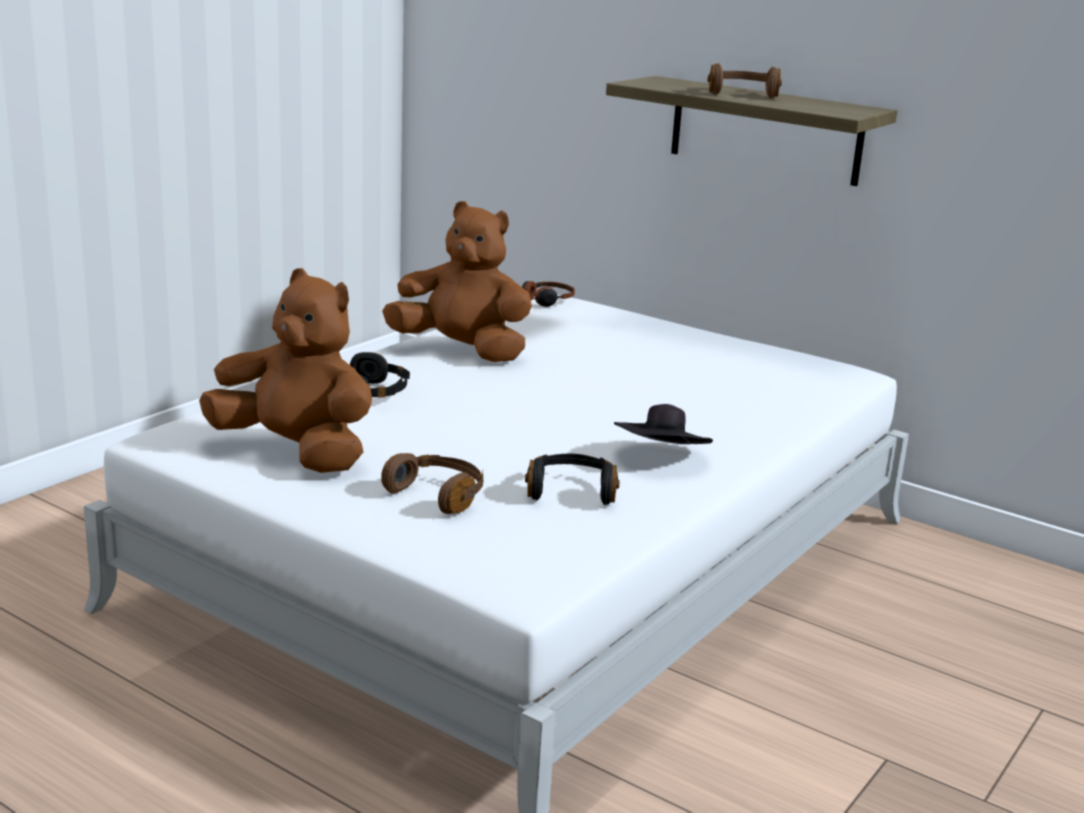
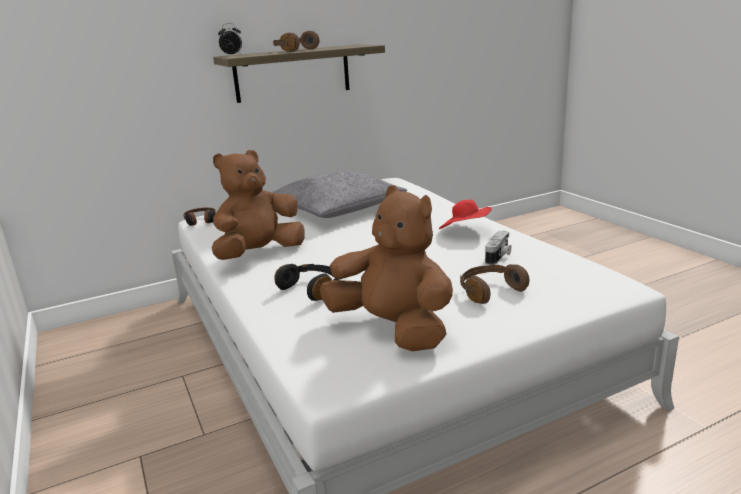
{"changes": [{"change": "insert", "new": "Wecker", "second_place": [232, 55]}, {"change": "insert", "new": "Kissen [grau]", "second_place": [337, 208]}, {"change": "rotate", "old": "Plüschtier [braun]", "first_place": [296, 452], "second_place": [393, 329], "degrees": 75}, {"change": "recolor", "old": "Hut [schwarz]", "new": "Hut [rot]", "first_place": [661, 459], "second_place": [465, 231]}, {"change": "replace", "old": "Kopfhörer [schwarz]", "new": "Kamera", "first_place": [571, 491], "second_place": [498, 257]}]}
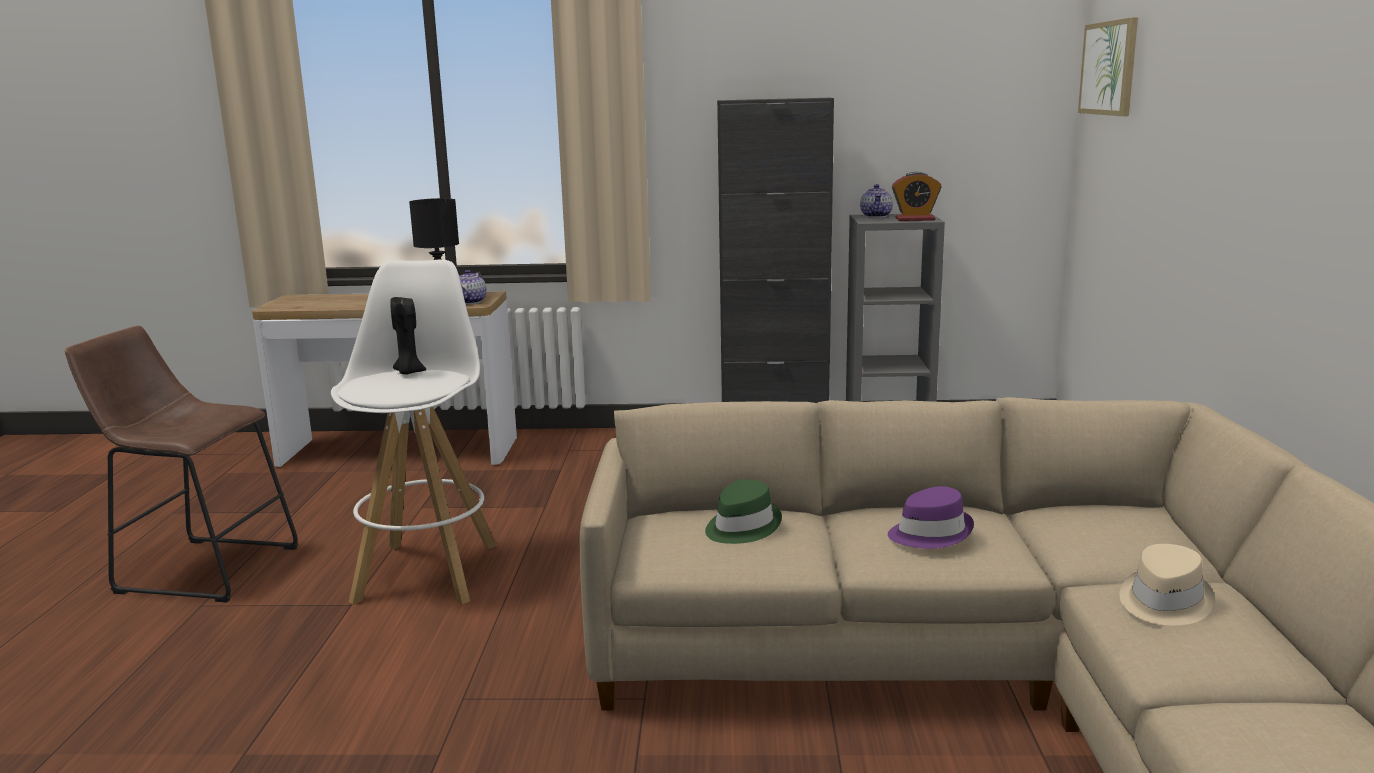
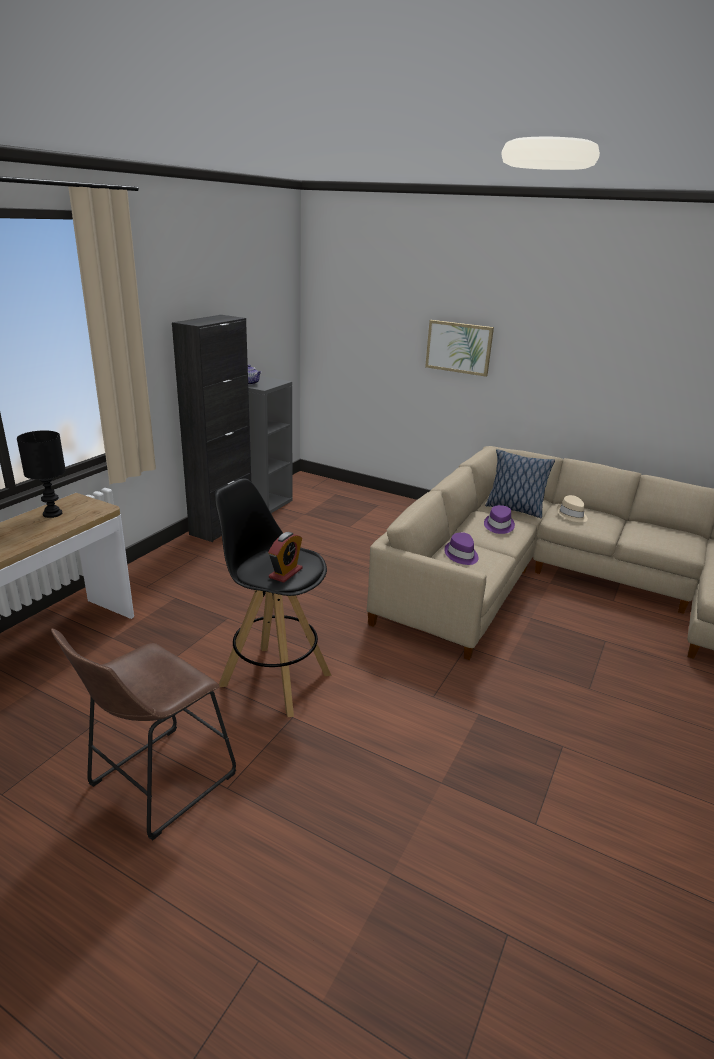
{"changes": [{"change": "recolor", "old": "Hocker [weiß]", "new": "Hocker [schwarz]", "first_place": [428, 571], "second_place": [274, 679]}, {"change": "move", "old": "Wecker", "first_place": [915, 219], "second_place": [285, 573]}, {"change": "move", "old": "Bild", "first_place": [1109, 68], "second_place": [459, 347]}, {"change": "recolor", "old": "Hut [grün]", "new": "Hut [lila]", "first_place": [741, 527], "second_place": [461, 555]}, {"change": "insert", "new": "Kissen", "second_place": [514, 509]}, {"change": "delete", "old": "Kerze [schwarz]", "first_place": [408, 372]}, {"change": "delete", "old": "Teekanne", "first_place": [471, 302]}]}
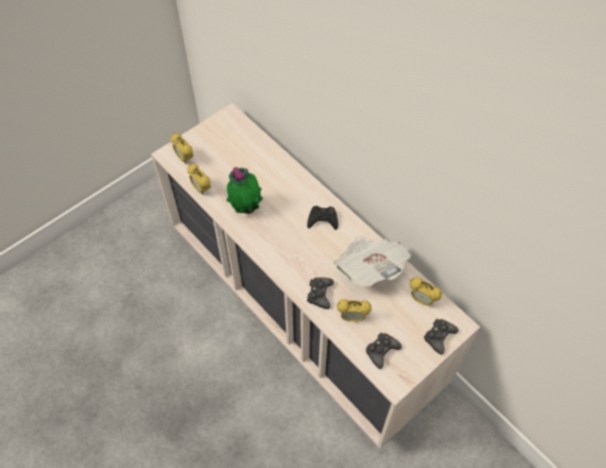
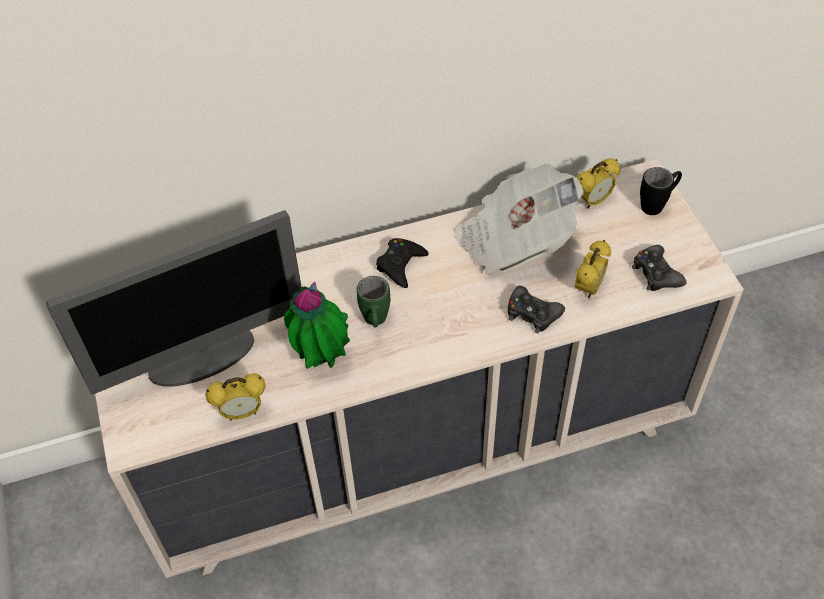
{"changes": [{"change": "insert", "new": "Monitor", "second_place": [203, 357]}, {"change": "insert", "new": "Henkelbecher [grün]", "second_place": [375, 323]}, {"change": "replace", "old": "Gamepad [schwarz]", "new": "Henkelbecher [schwarz]", "first_place": [439, 337], "second_place": [657, 204]}, {"change": "delete", "old": "Wecker", "first_place": [184, 158]}]}
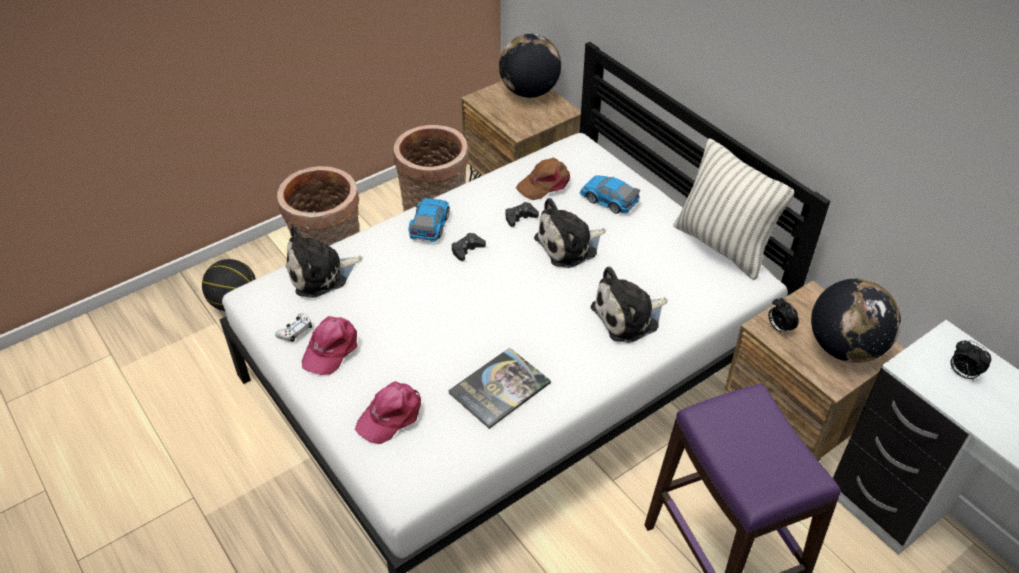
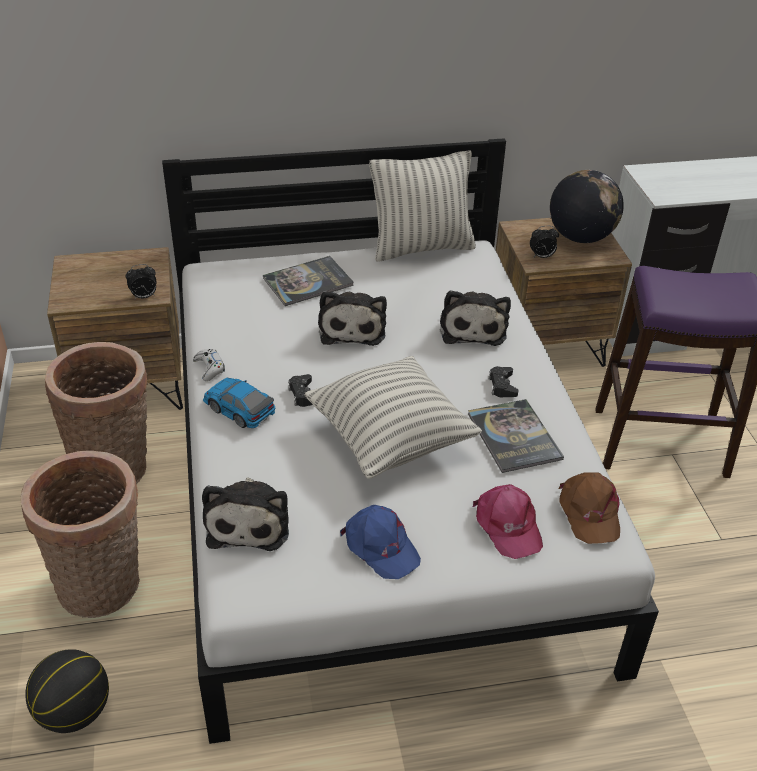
{"changes": [{"change": "move", "old": "Wecker", "first_place": [962, 373], "second_place": [144, 297]}, {"change": "move", "old": "Gamepad [weiß]", "first_place": [295, 331], "second_place": [209, 368]}, {"change": "replace", "old": "Spielzeugauto", "new": "Buch", "first_place": [608, 199], "second_place": [308, 282]}, {"change": "insert", "new": "Kissen", "second_place": [390, 440]}, {"change": "recolor", "old": "Kappe [rosa]", "new": "Kappe [blau]", "first_place": [331, 348], "second_place": [380, 546]}, {"change": "move", "old": "Gamepad [schwarz]", "first_place": [520, 217], "second_place": [502, 386]}, {"change": "move", "old": "Kappe [braun]", "first_place": [545, 184], "second_place": [589, 512]}, {"change": "delete", "old": "Globus", "first_place": [529, 92]}]}
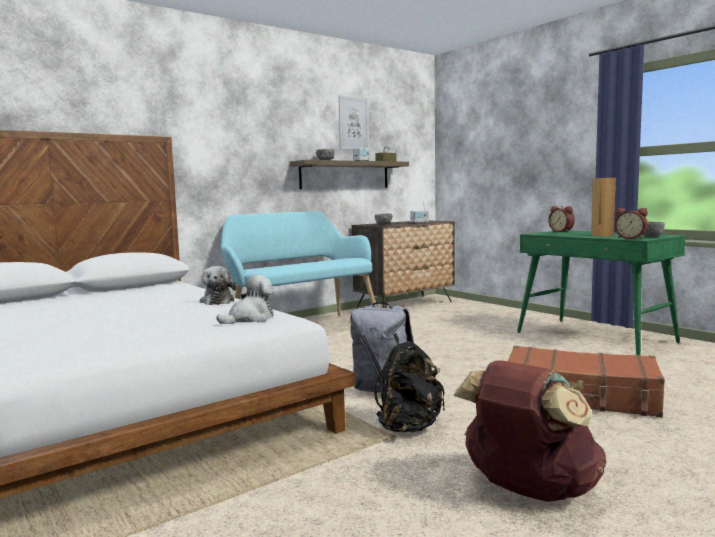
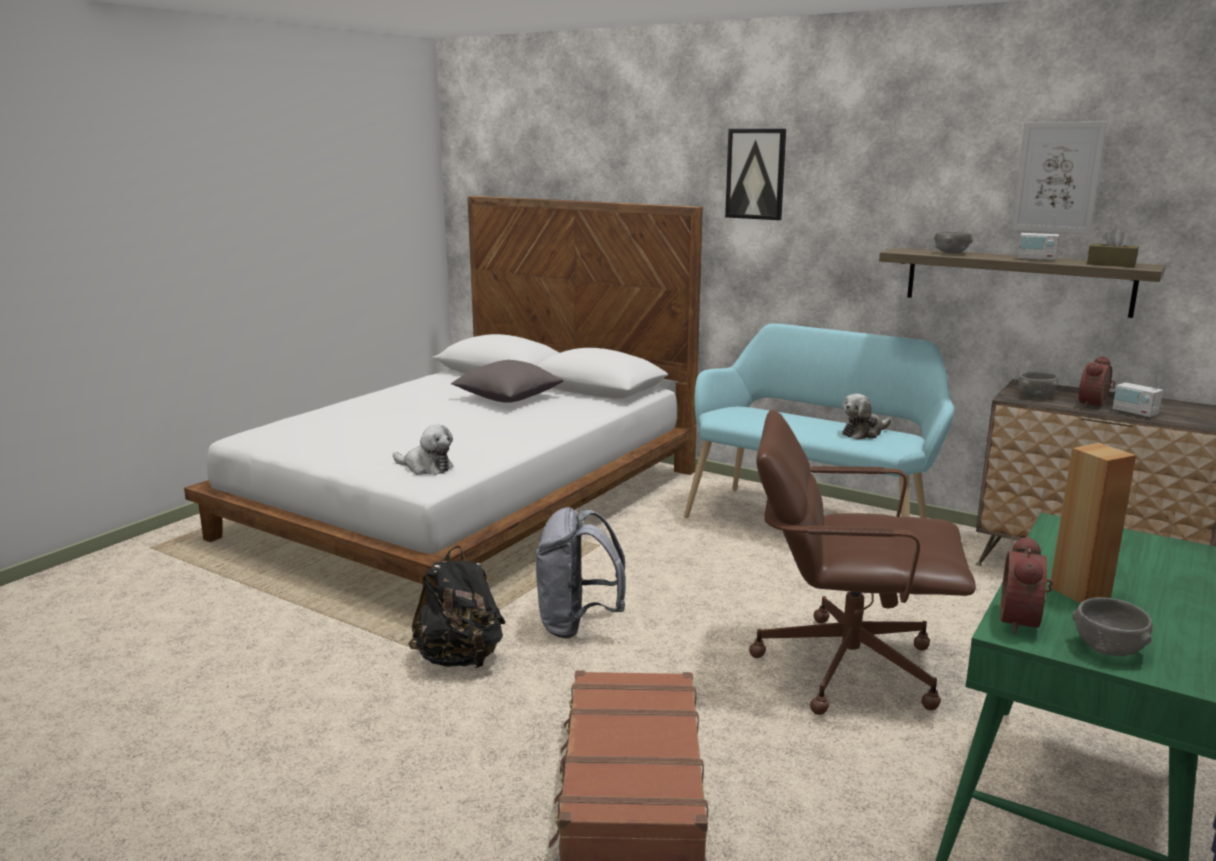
{"changes": [{"change": "insert", "new": "Kissen [grau]", "second_place": [508, 398]}, {"change": "insert", "new": "Bild", "second_place": [756, 174]}, {"change": "insert", "new": "Bürostuhl [braun]", "second_place": [845, 666]}, {"change": "move", "old": "Plüschtier", "first_place": [217, 301], "second_place": [863, 433]}, {"change": "move", "old": "Wecker", "first_place": [562, 231], "second_place": [1095, 405]}, {"change": "delete", "old": "Rucksack [braun]", "first_place": [528, 490]}]}
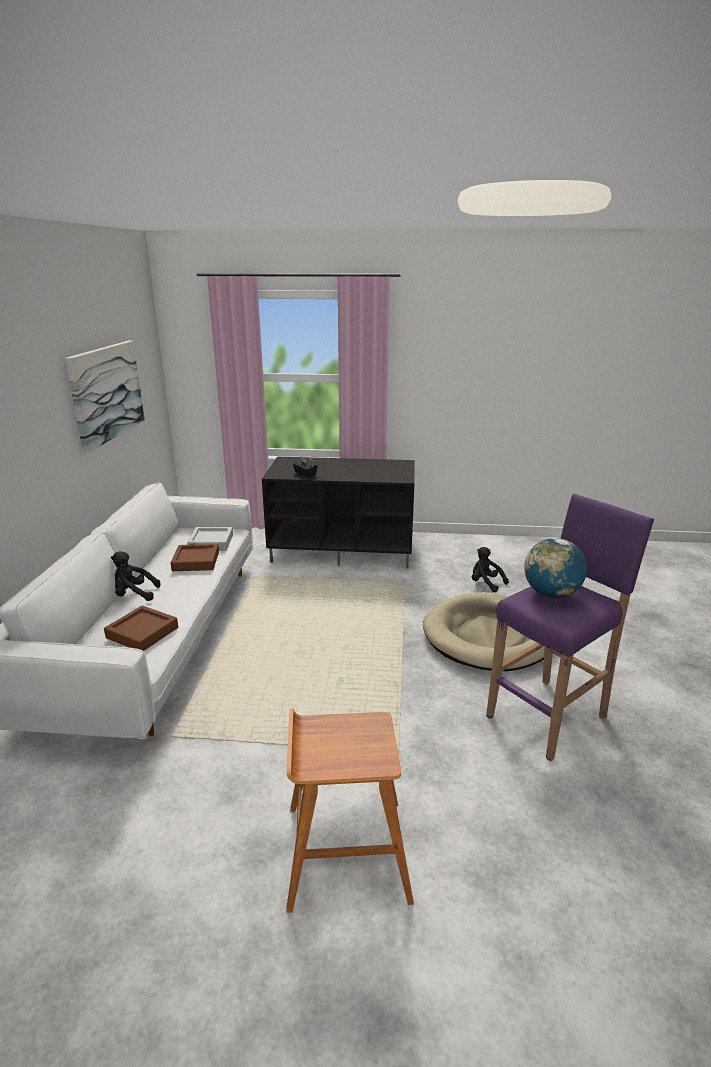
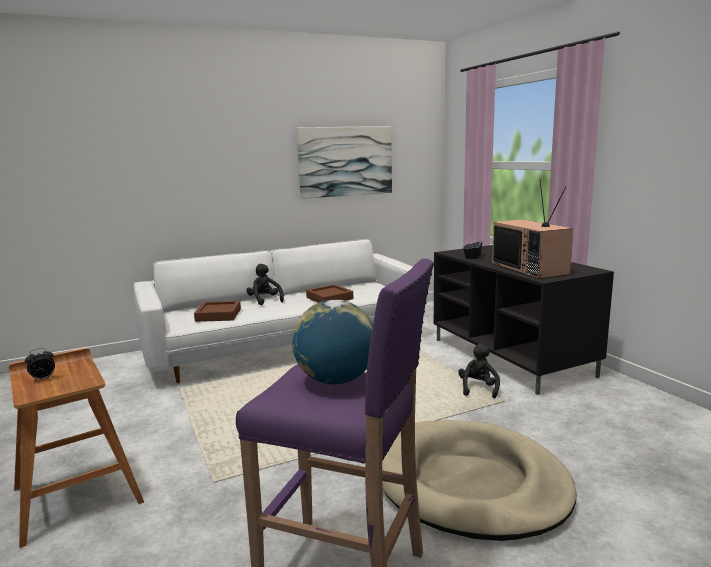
{"changes": [{"change": "insert", "new": "Wecker", "second_place": [43, 379]}, {"change": "move", "old": "Plüschtier [schwarz]", "first_place": [485, 583], "second_place": [478, 389]}, {"change": "insert", "new": "Fernseher", "second_place": [531, 269]}, {"change": "delete", "old": "Tablett [grau]", "first_place": [211, 542]}]}
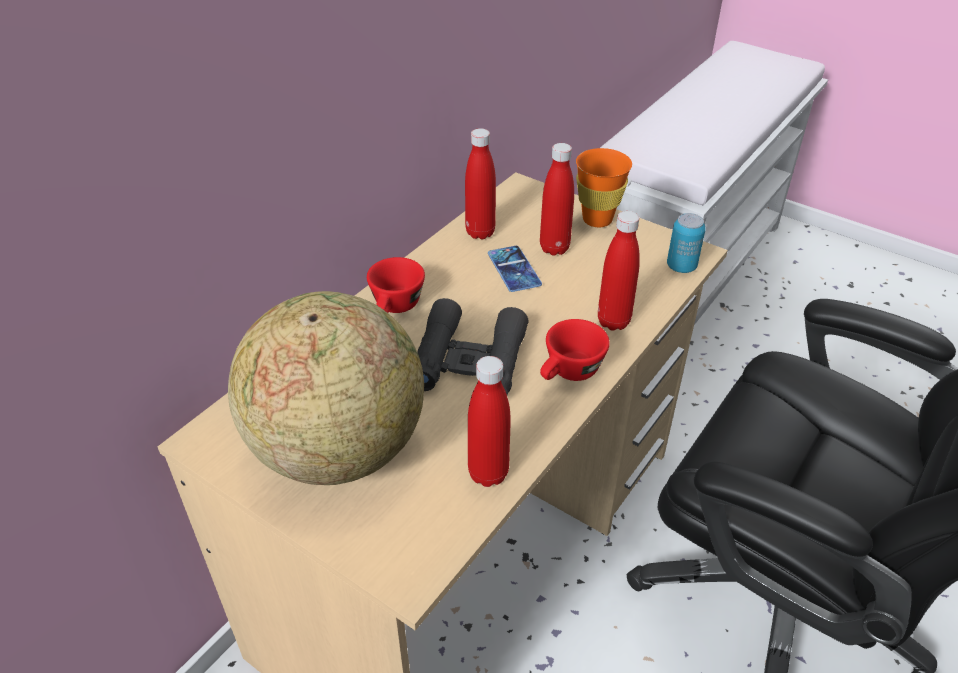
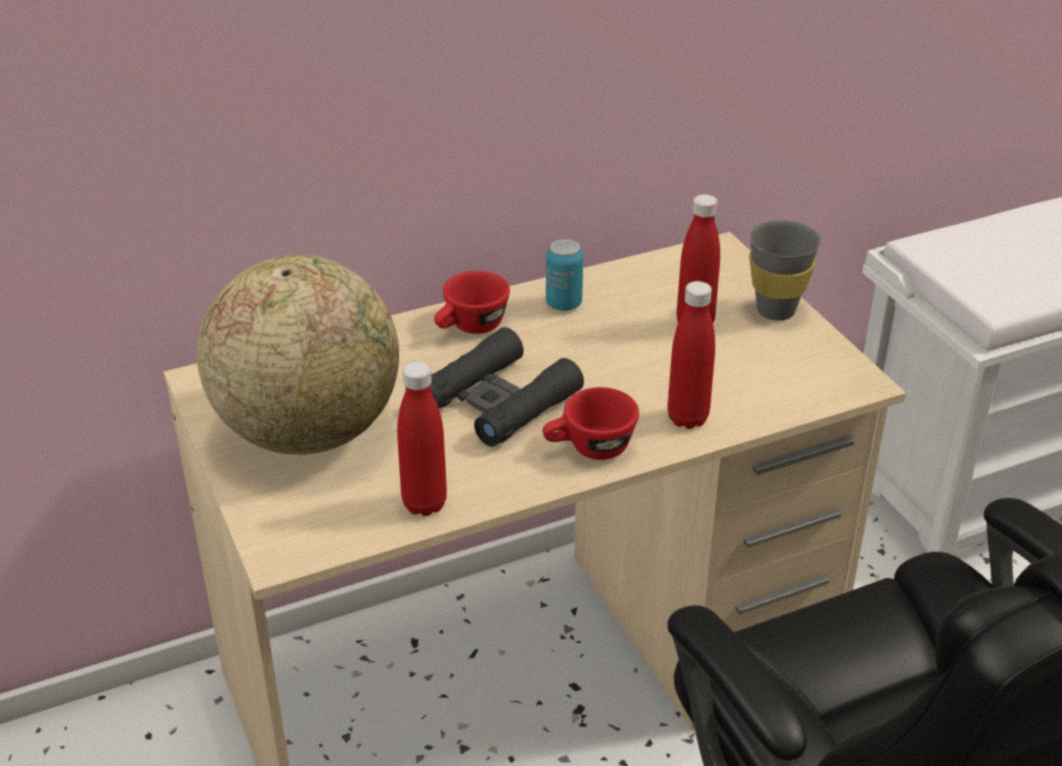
{"changes": [{"change": "move", "old": "Dose", "first_place": [681, 266], "second_place": [563, 304]}, {"change": "recolor", "old": "Tasse [orange]", "new": "Tasse [grau]", "first_place": [597, 219], "second_place": [775, 310]}, {"change": "delete", "old": "Flasche [rot]", "first_place": [480, 232]}, {"change": "delete", "old": "Handy", "first_place": [514, 269]}]}
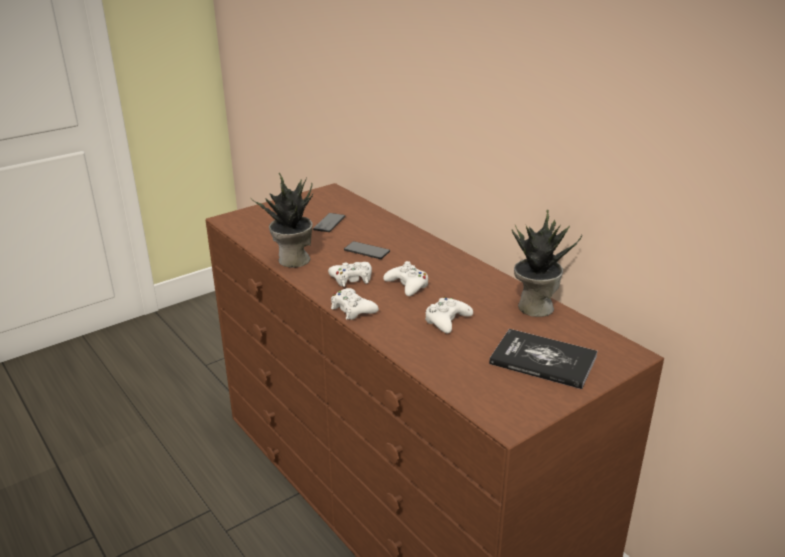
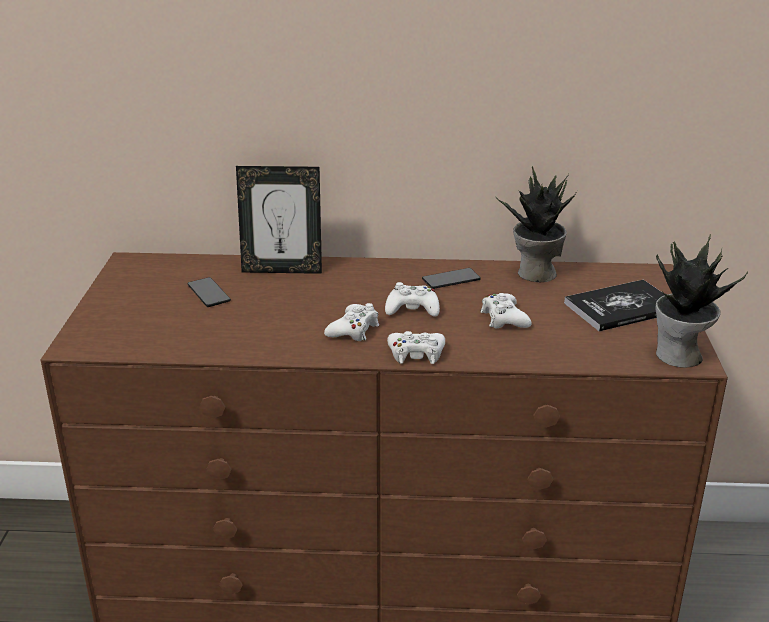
{"changes": [{"change": "insert", "new": "Bilderrahmen", "second_place": [282, 270]}, {"change": "move", "old": "Handy", "first_place": [366, 251], "second_place": [451, 279]}, {"change": "move", "old": "Topfpflanze", "first_place": [293, 260], "second_place": [679, 356]}]}
